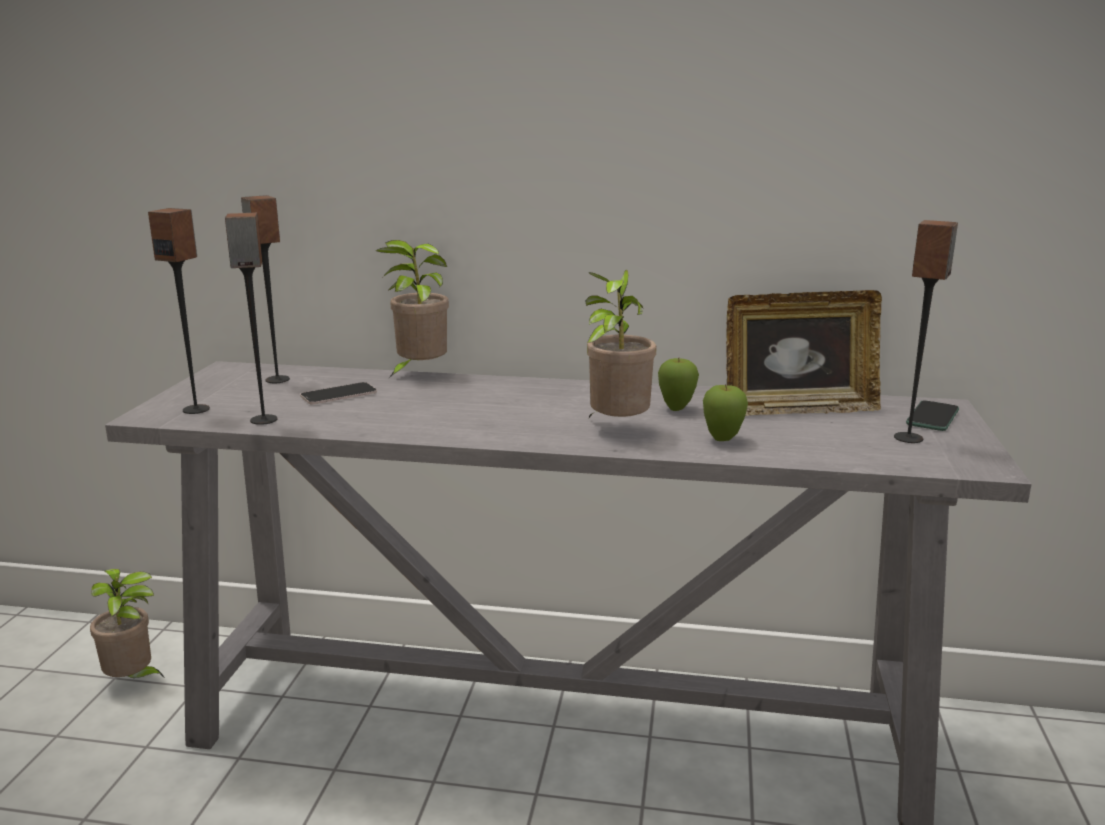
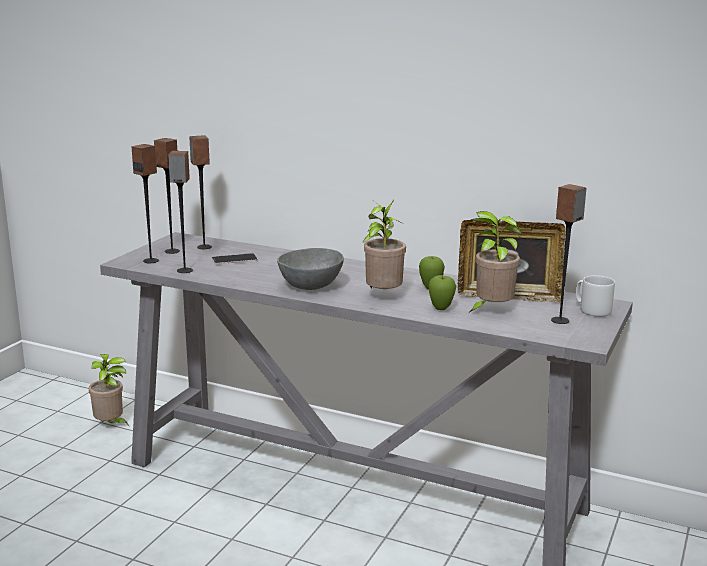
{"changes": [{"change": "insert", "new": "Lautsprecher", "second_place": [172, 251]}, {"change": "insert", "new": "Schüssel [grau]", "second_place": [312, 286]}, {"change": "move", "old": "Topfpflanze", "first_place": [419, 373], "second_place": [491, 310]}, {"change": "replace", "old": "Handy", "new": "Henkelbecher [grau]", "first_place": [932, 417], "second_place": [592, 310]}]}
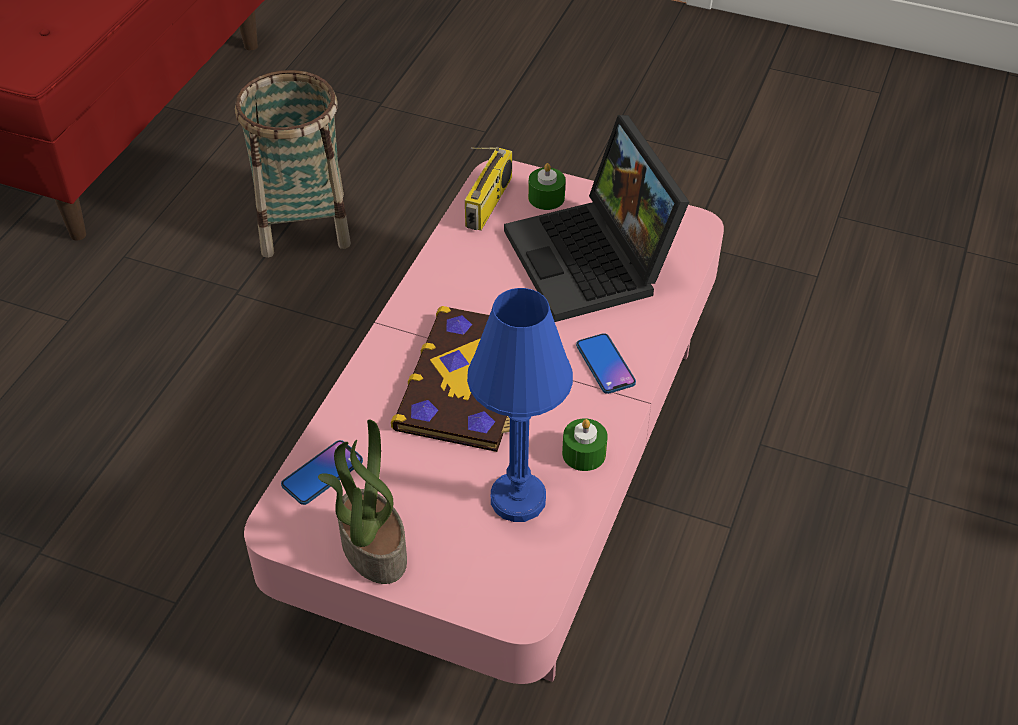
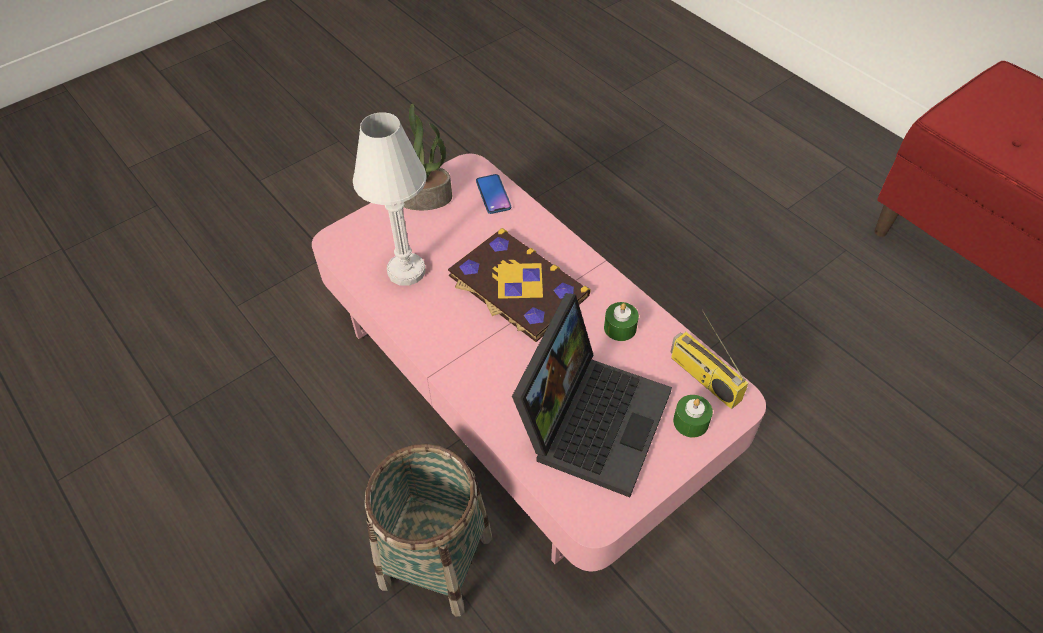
{"changes": [{"change": "recolor", "old": "Tischlampe [blau]", "new": "Tischlampe [weiß]", "first_place": [518, 499], "second_place": [406, 271]}, {"change": "move", "old": "Korb", "first_place": [303, 224], "second_place": [436, 561]}, {"change": "rotate", "old": "Laptop", "first_place": [594, 261], "second_place": [591, 417], "degrees": 105}, {"change": "move", "old": "Kerze [grün]", "first_place": [584, 453], "second_place": [620, 328]}, {"change": "delete", "old": "Handy", "first_place": [605, 364]}]}
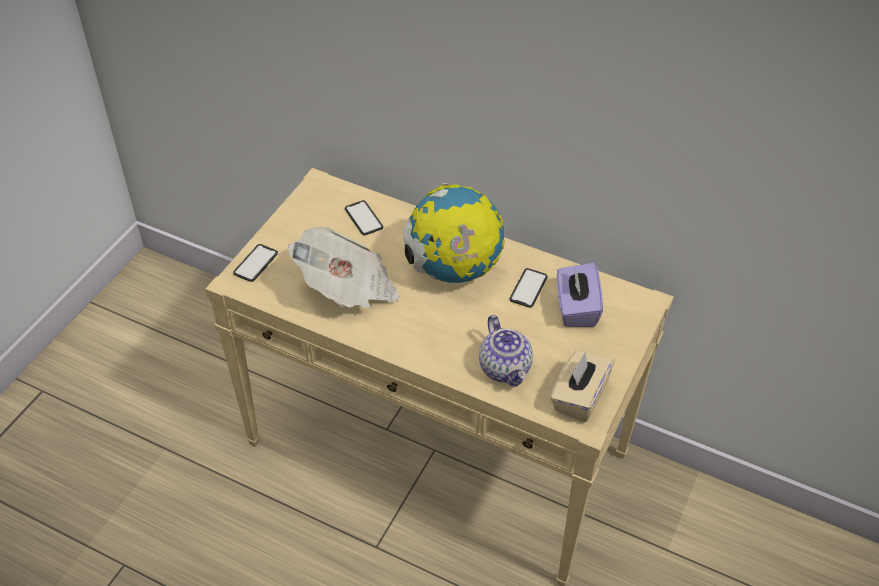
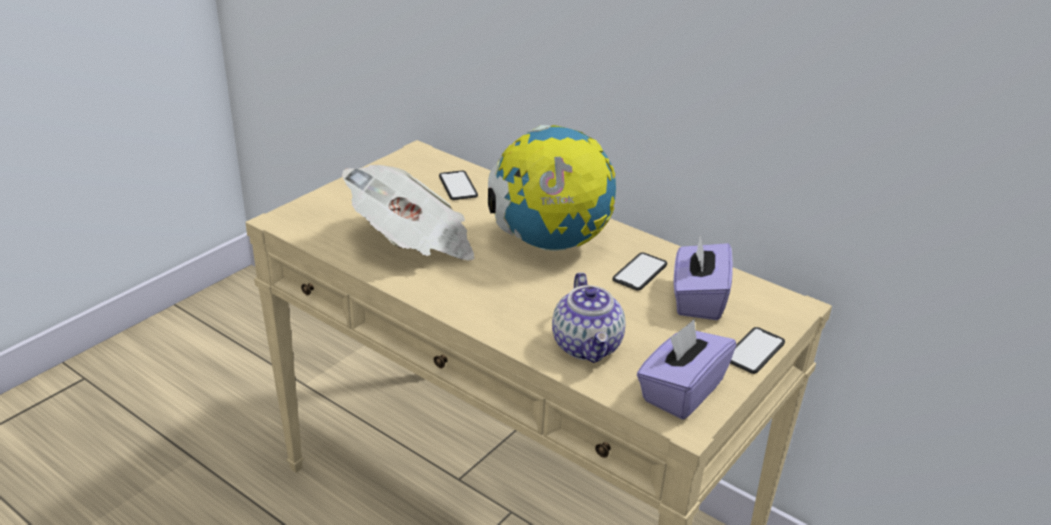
{"changes": [{"change": "recolor", "old": "Taschentuchbox [beige]", "new": "Taschentuchbox [lila]", "first_place": [579, 397], "second_place": [681, 391]}, {"change": "move", "old": "Handy", "first_place": [255, 263], "second_place": [754, 351]}]}
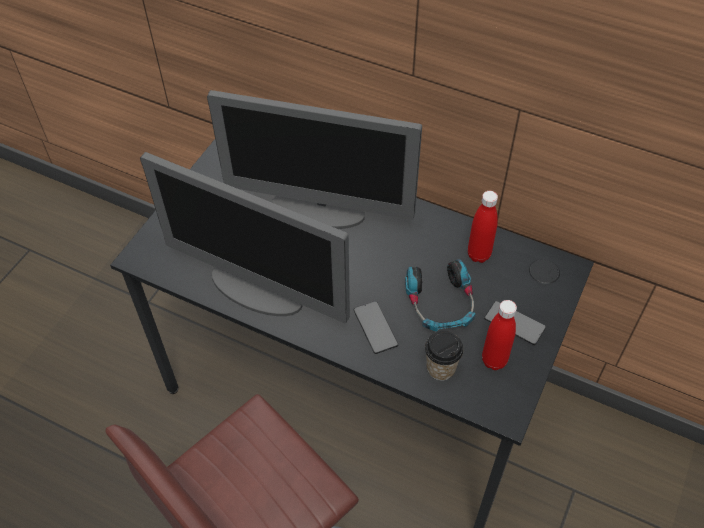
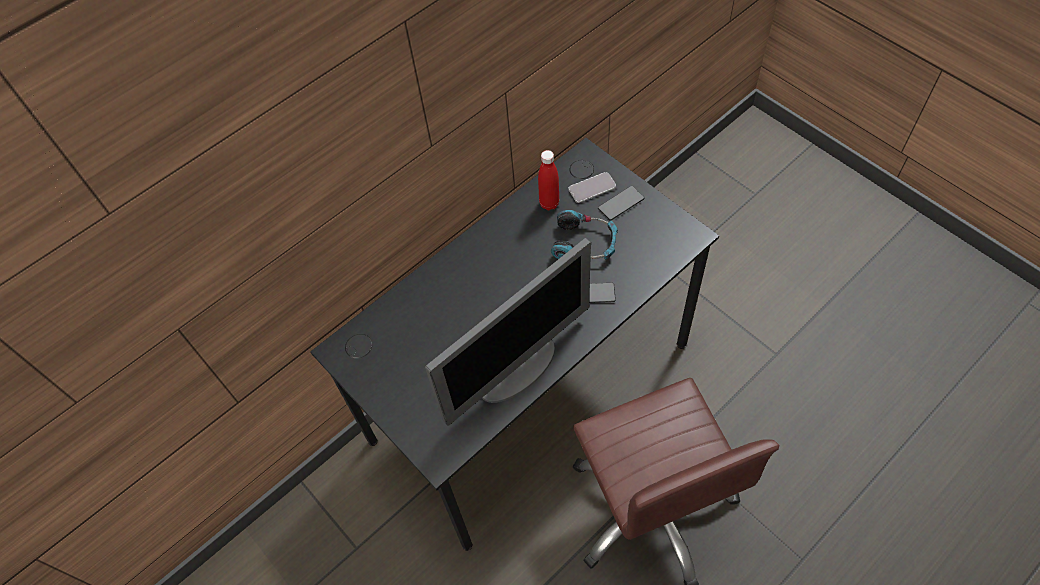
{"changes": [{"change": "insert", "new": "Handy", "second_place": [592, 188]}, {"change": "delete", "old": "Monitor", "first_place": [319, 210]}, {"change": "delete", "old": "Tasse", "first_place": [440, 368]}, {"change": "delete", "old": "Flasche [rot]", "first_place": [494, 360]}]}
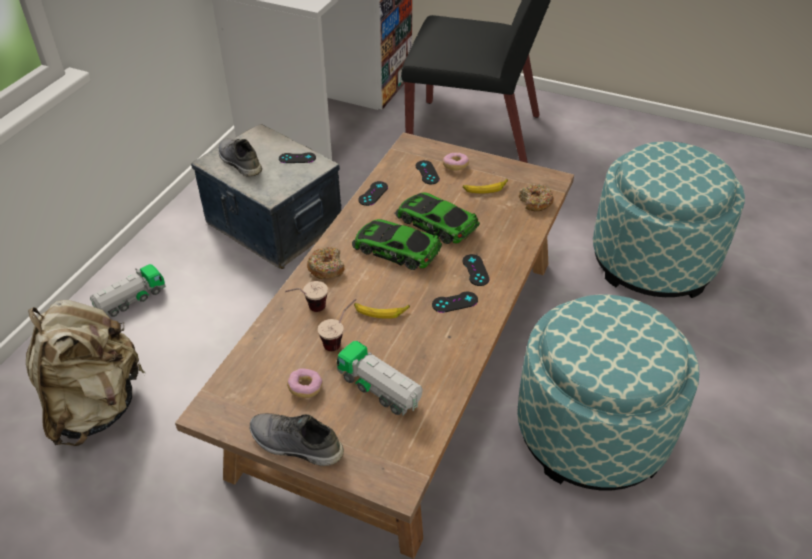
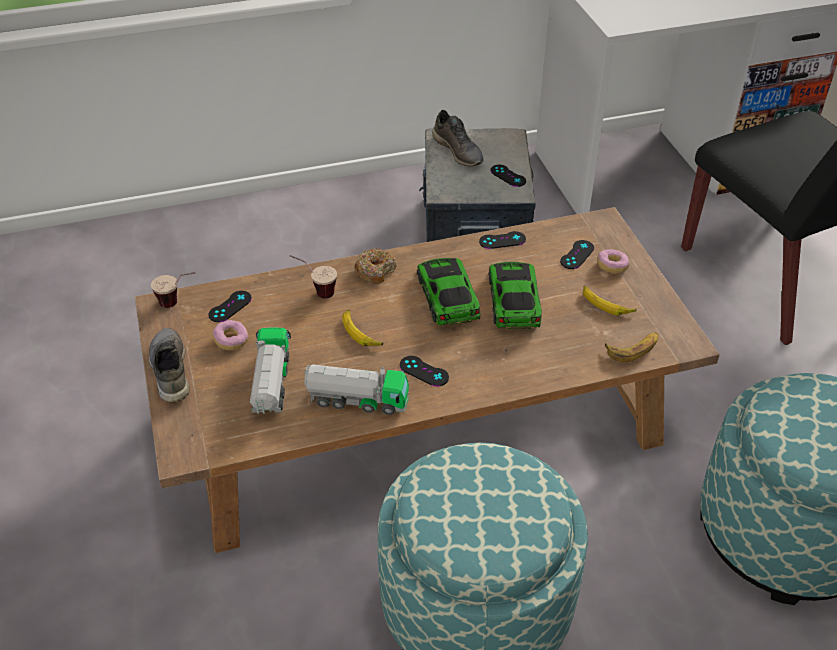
{"changes": [{"change": "move", "old": "Tasse", "first_place": [340, 340], "second_place": [178, 303]}, {"change": "move", "old": "Gamepad [schwarz]", "first_place": [475, 270], "second_place": [230, 306]}, {"change": "move", "old": "Spielzeuglaster", "first_place": [131, 300], "second_place": [357, 400]}, {"change": "rotate", "old": "Schuh [grau]", "first_place": [239, 162], "second_place": [458, 151], "degrees": 135}, {"change": "replace", "old": "Donut", "new": "Banane", "first_place": [535, 202], "second_place": [633, 349]}, {"change": "delete", "old": "Rucksack [beige]", "first_place": [96, 406]}]}
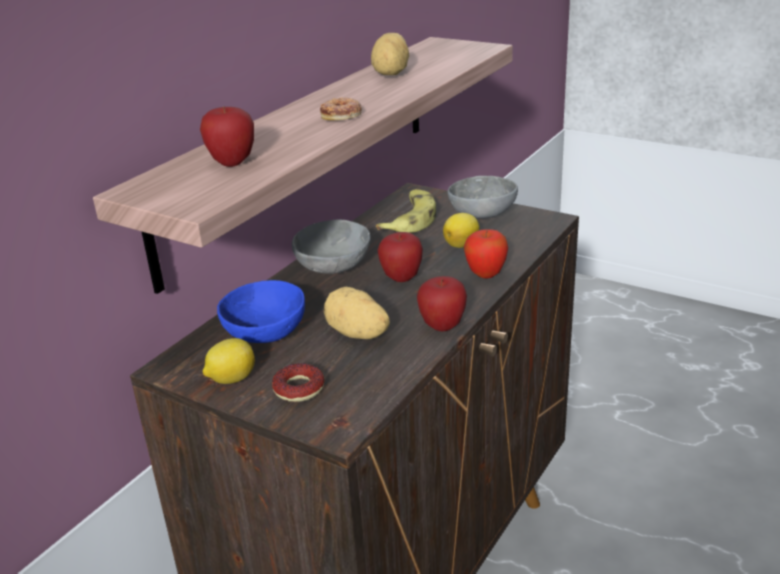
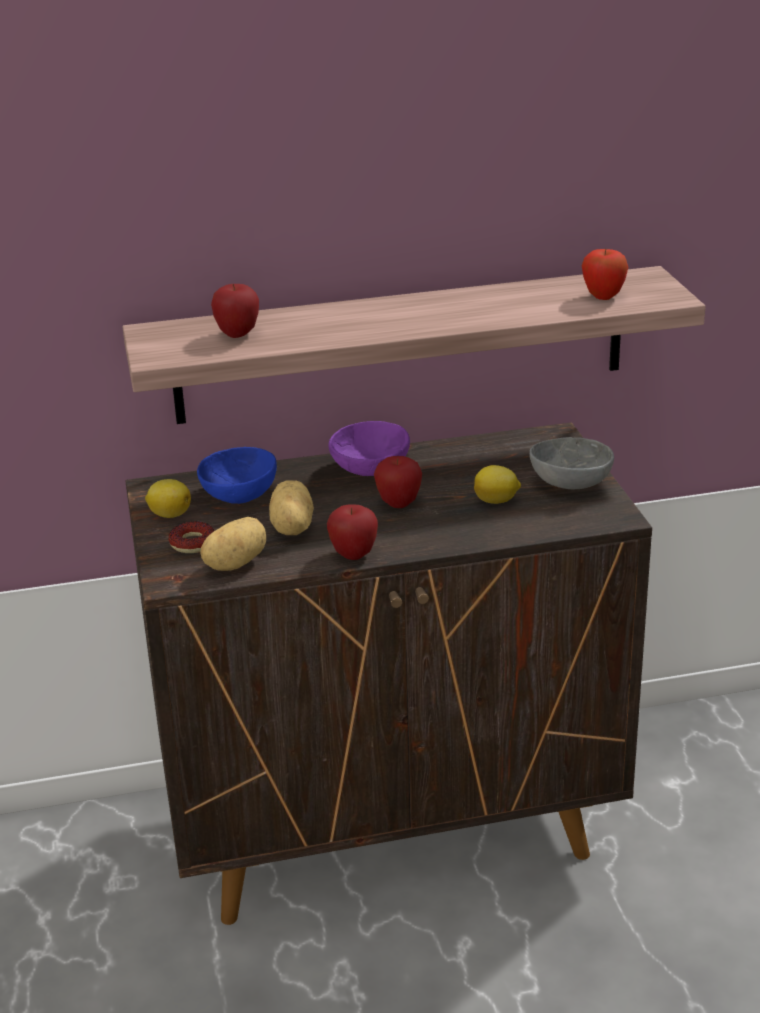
{"changes": [{"change": "move", "old": "Kartoffel", "first_place": [389, 74], "second_place": [234, 563]}, {"change": "recolor", "old": "Schüssel [grau]", "new": "Schüssel [lila]", "first_place": [334, 267], "second_place": [370, 469]}, {"change": "move", "old": "Apfel", "first_place": [486, 275], "second_place": [603, 297]}, {"change": "delete", "old": "Donut", "first_place": [342, 115]}, {"change": "delete", "old": "Banane", "first_place": [410, 220]}]}
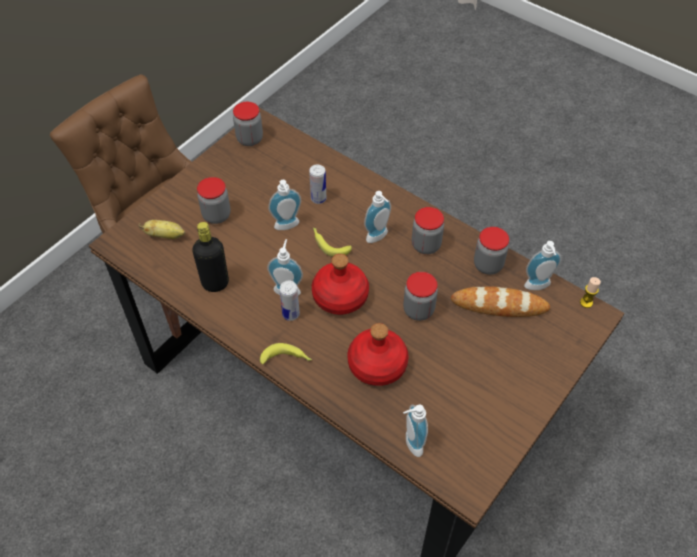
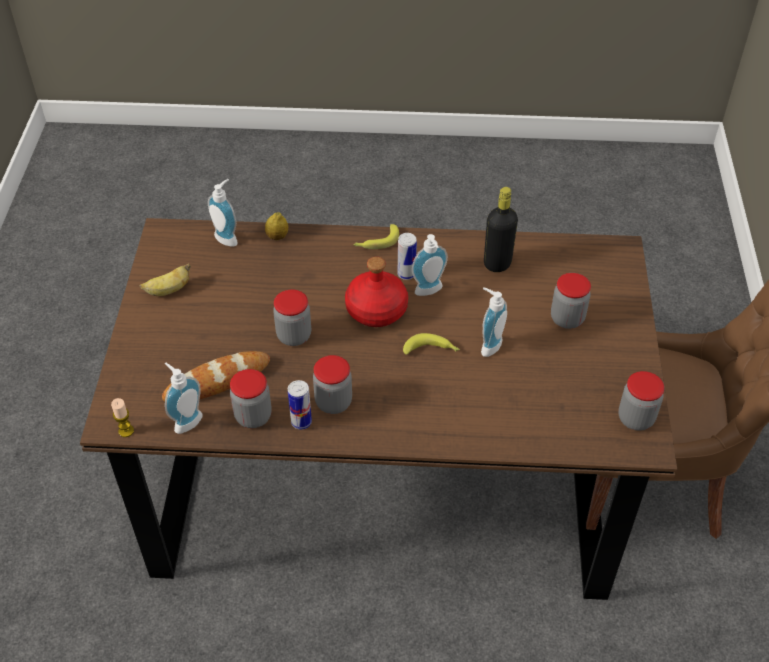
{"changes": [{"change": "move", "old": "Banane", "first_place": [165, 236], "second_place": [168, 290]}, {"change": "insert", "new": "Zitrone", "second_place": [277, 237]}, {"change": "move", "old": "Dose", "first_place": [318, 199], "second_place": [301, 422]}, {"change": "delete", "old": "Flasche [rot]", "first_place": [377, 365]}, {"change": "delete", "old": "Seifenspender", "first_place": [378, 237]}]}
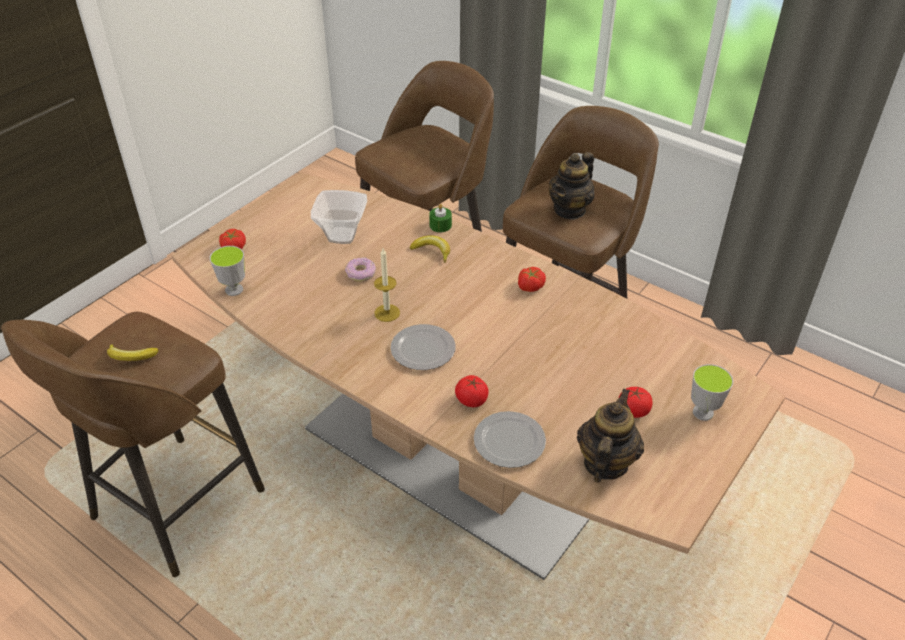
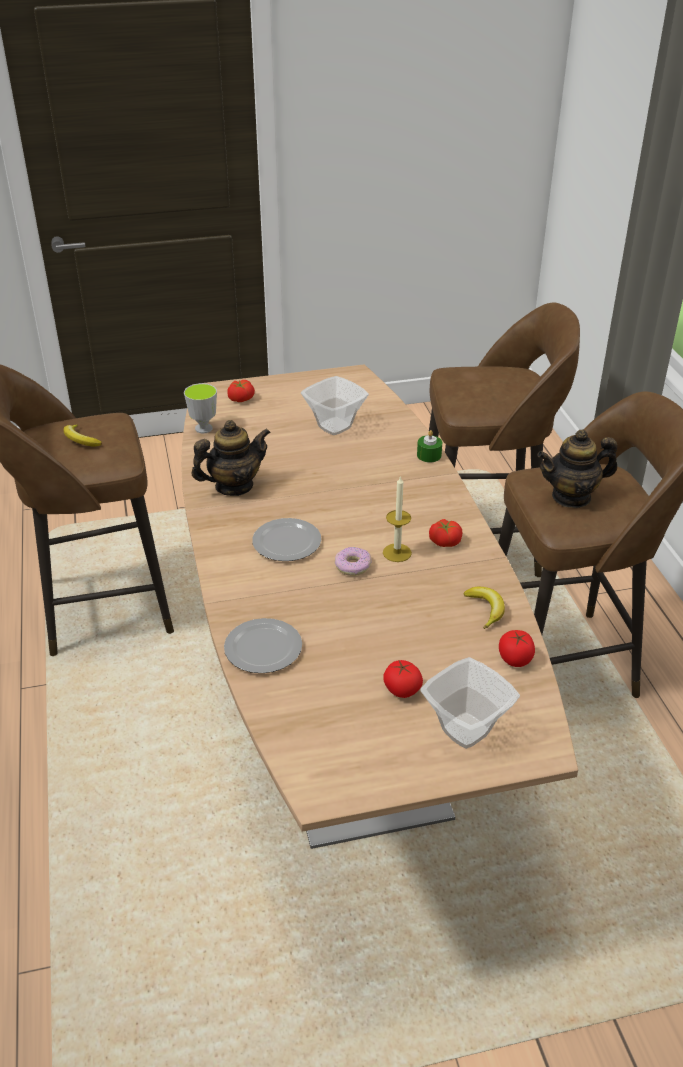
{"changes": [{"change": "move", "old": "Teekanne", "first_place": [605, 463], "second_place": [234, 486]}, {"change": "move", "old": "Donut", "first_place": [360, 273], "second_place": [352, 566]}, {"change": "move", "old": "Kerze", "first_place": [387, 313], "second_place": [397, 553]}, {"change": "replace", "old": "Tasse", "new": "Schüssel", "first_place": [703, 412], "second_place": [468, 731]}, {"change": "move", "old": "Banane", "first_place": [432, 251], "second_place": [485, 609]}, {"change": "move", "old": "Tomate", "first_place": [471, 400], "second_place": [515, 659]}]}
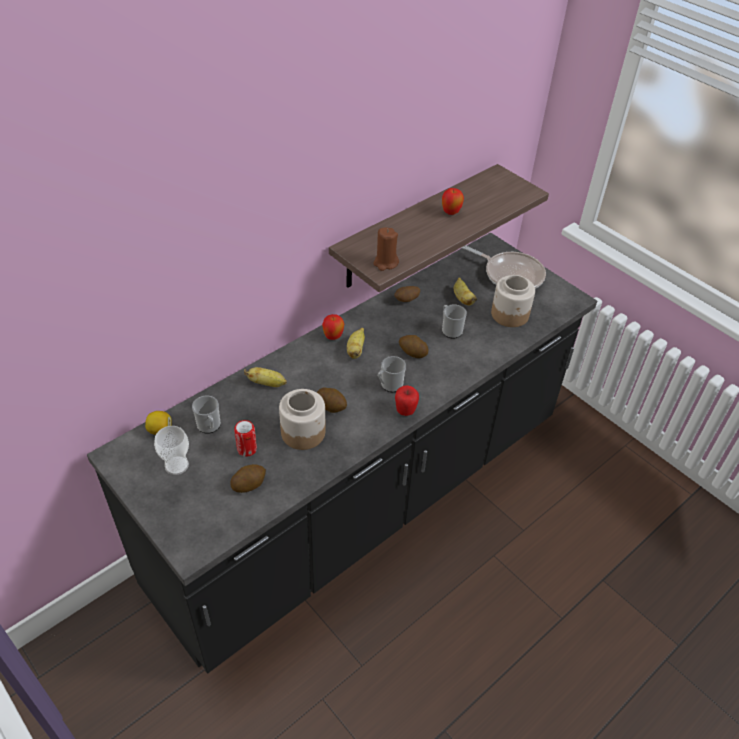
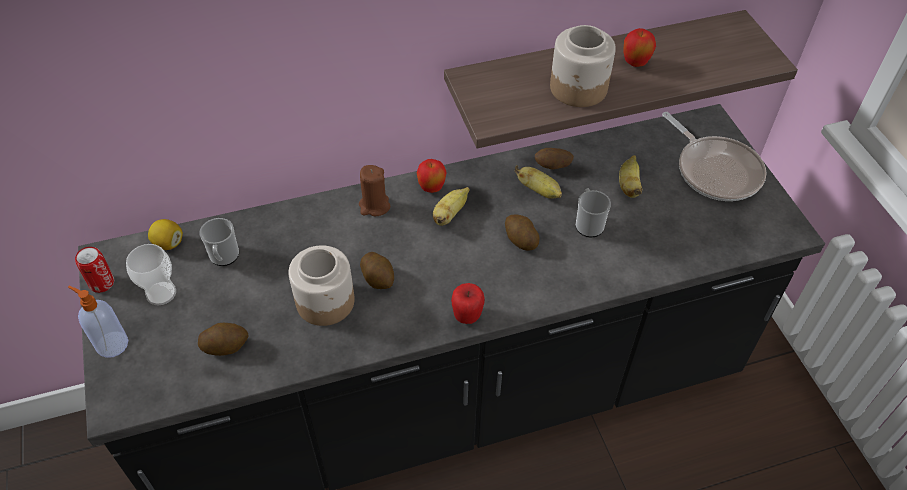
{"changes": [{"change": "insert", "new": "Seifenspender", "second_place": [111, 344]}, {"change": "move", "old": "Dose", "first_place": [247, 449], "second_place": [102, 283]}, {"change": "move", "old": "Kerze [braun]", "first_place": [385, 263], "second_place": [374, 206]}, {"change": "move", "old": "Banane", "first_place": [267, 384], "second_place": [539, 191]}, {"change": "move", "old": "Vorratsglas", "first_place": [510, 315], "second_place": [578, 88]}, {"change": "delete", "old": "Henkelbecher", "first_place": [389, 385]}]}
